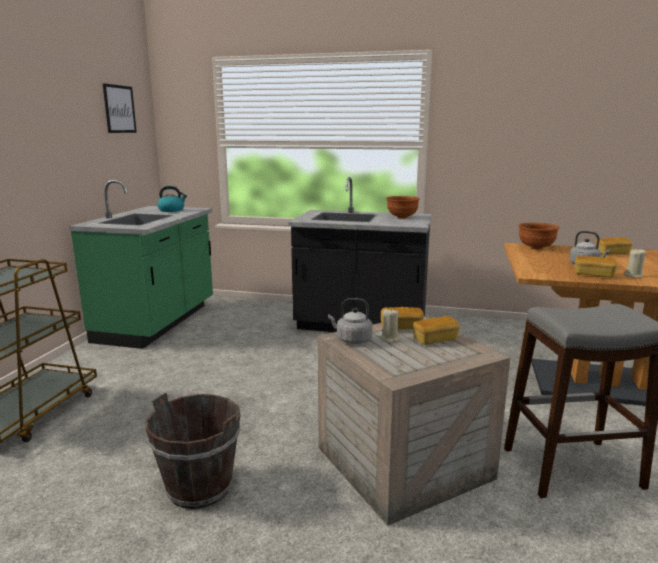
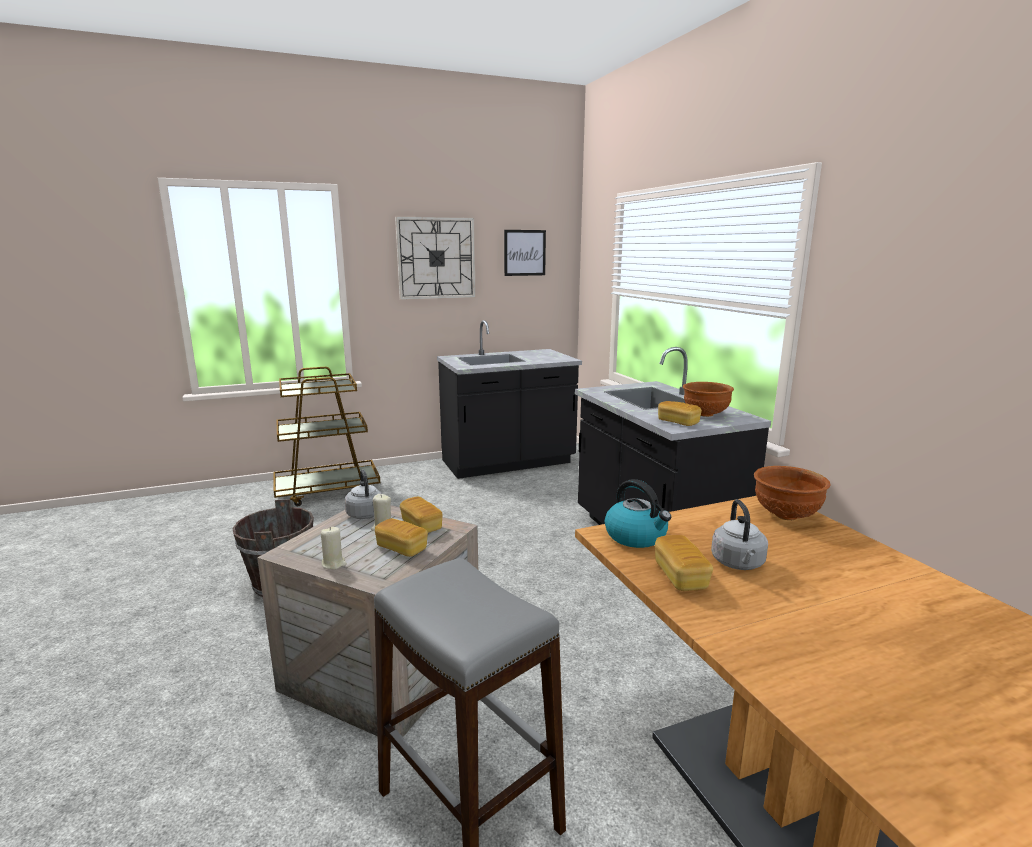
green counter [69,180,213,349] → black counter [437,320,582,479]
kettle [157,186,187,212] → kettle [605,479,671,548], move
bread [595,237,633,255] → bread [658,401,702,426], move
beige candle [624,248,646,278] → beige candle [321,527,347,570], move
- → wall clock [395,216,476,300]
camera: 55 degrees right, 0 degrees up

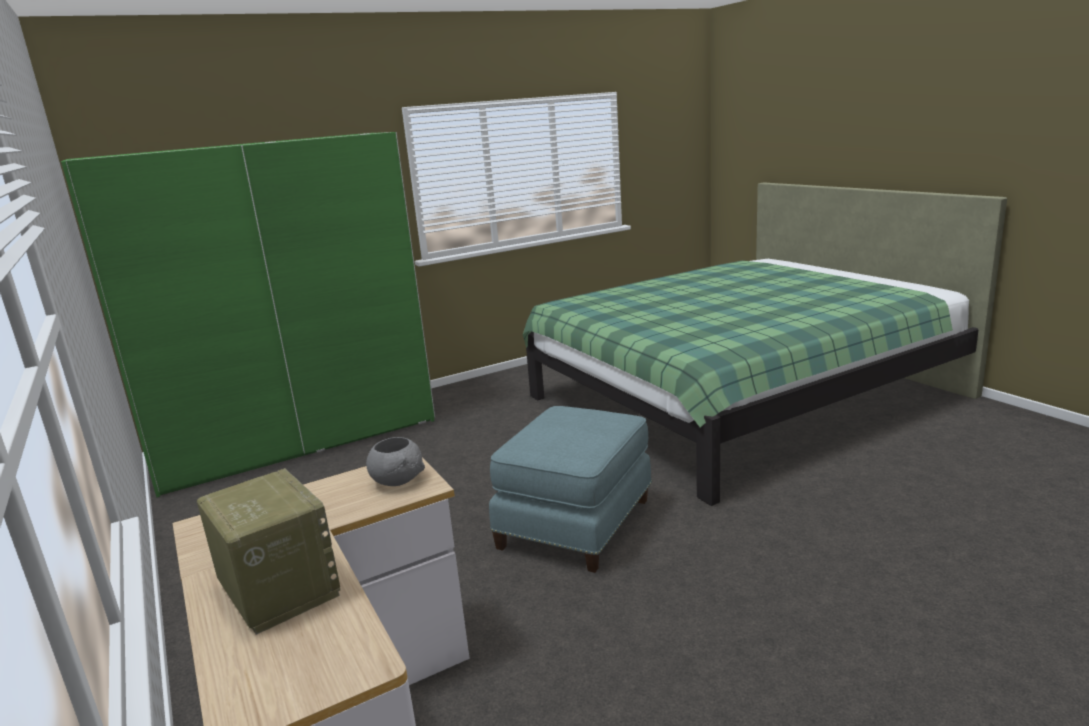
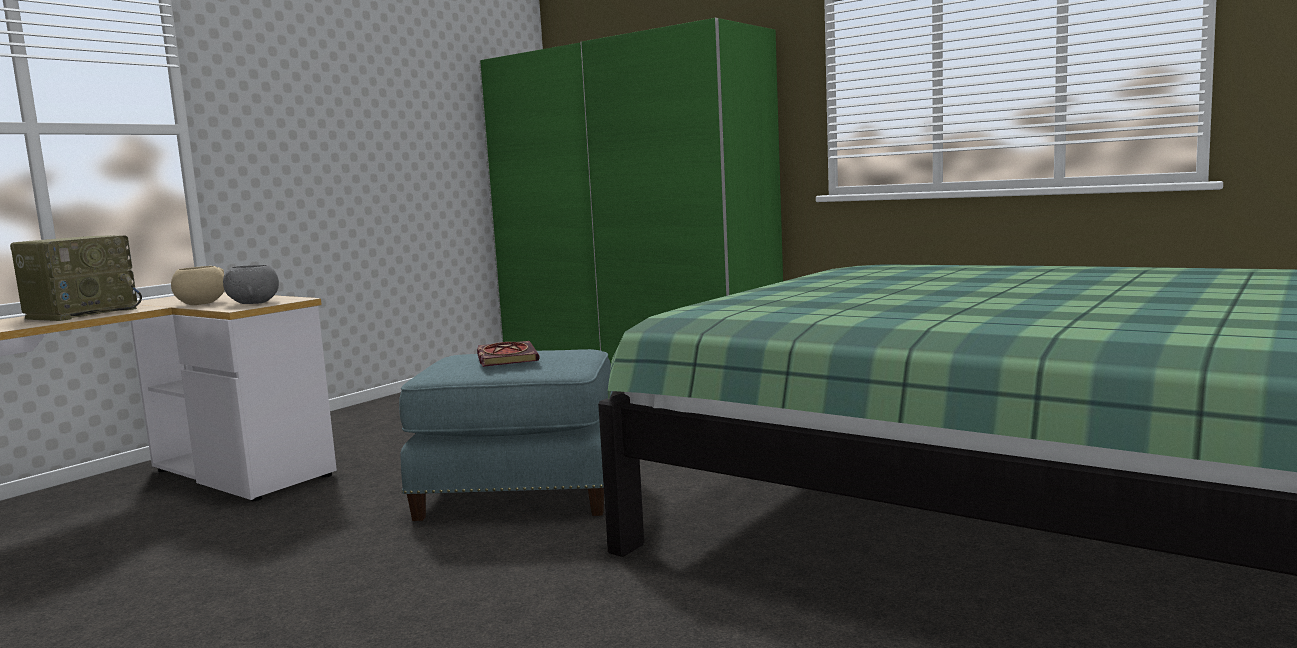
- → beige bowl [171,266,225,305]
- → book [477,341,540,367]
camera: 65 degrees right, 10 degrees down

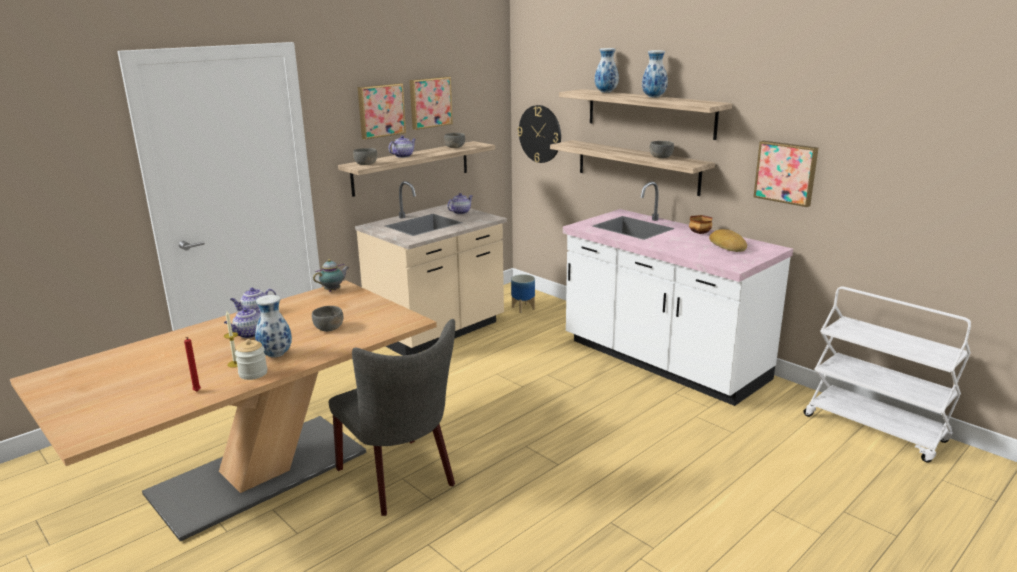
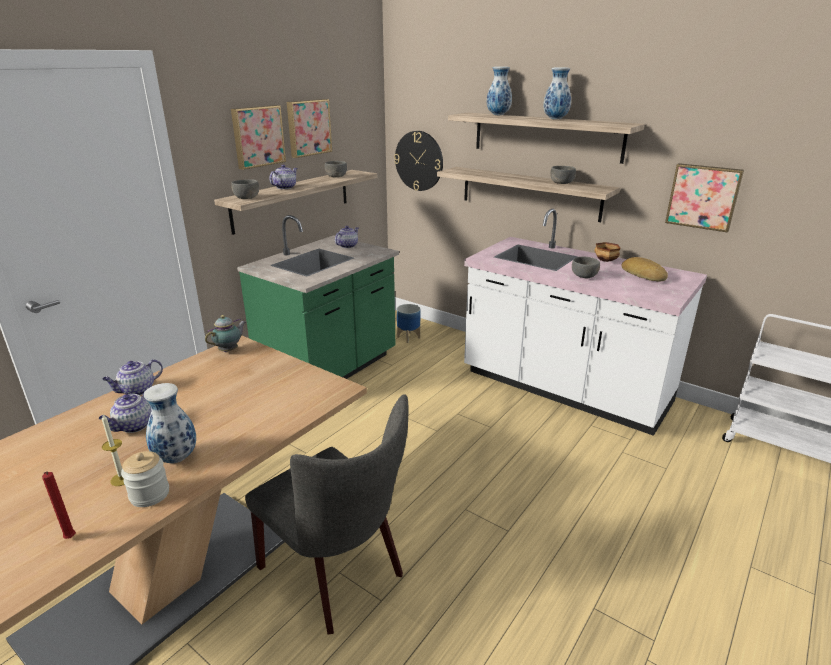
beige counter [355,181,507,356] → green counter [237,215,399,379]
grey bowl [312,306,343,332] → grey bowl [572,257,600,278], move
camera: 10 degrees left, 5 degrees up

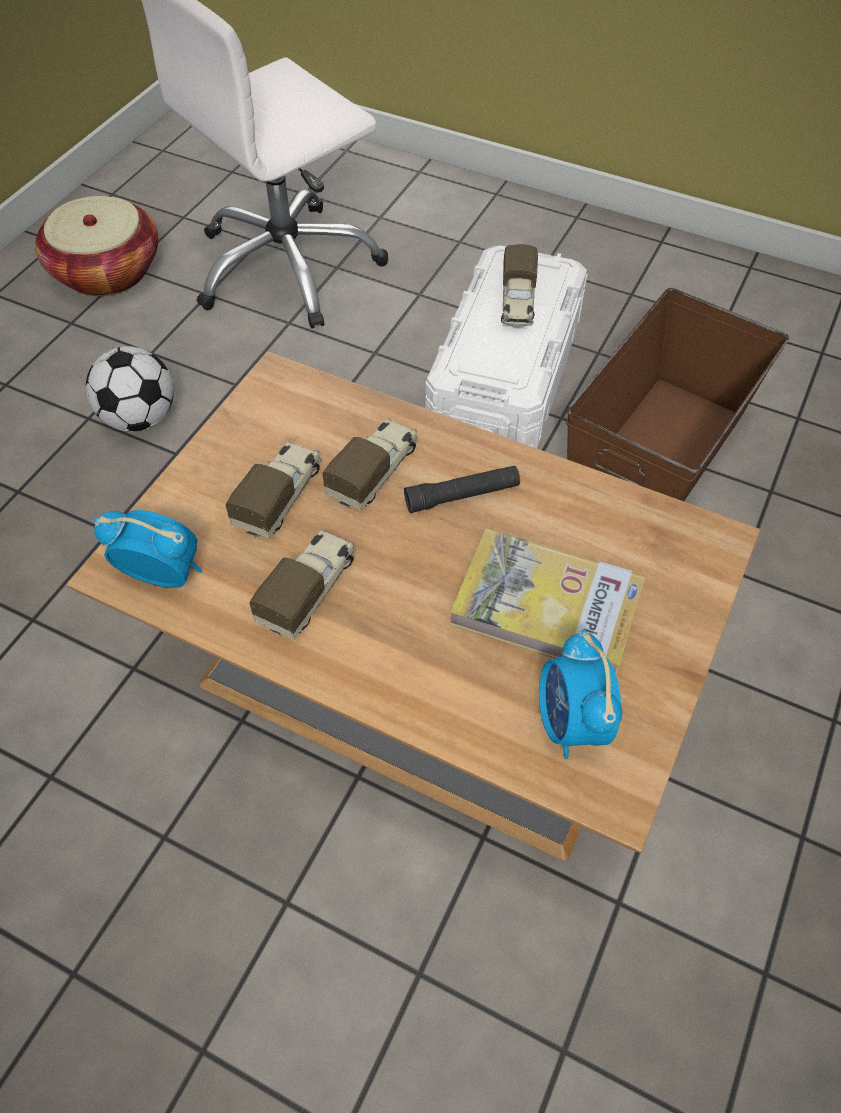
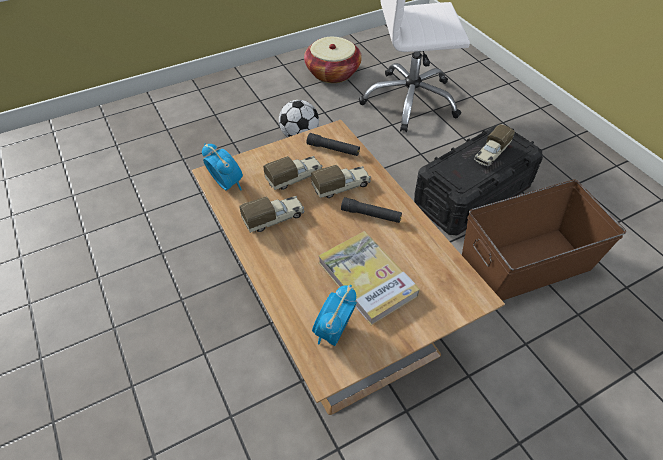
white storage box [425,246,587,449] → black storage box [414,125,543,236]
- → black flashlight [307,133,360,156]
camera: 35 degrees right, 5 degrees down

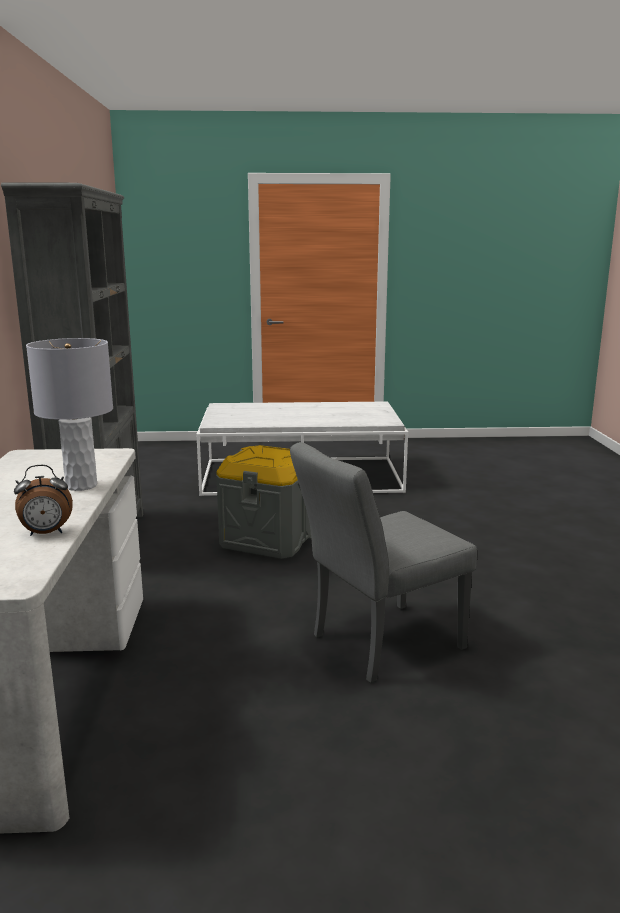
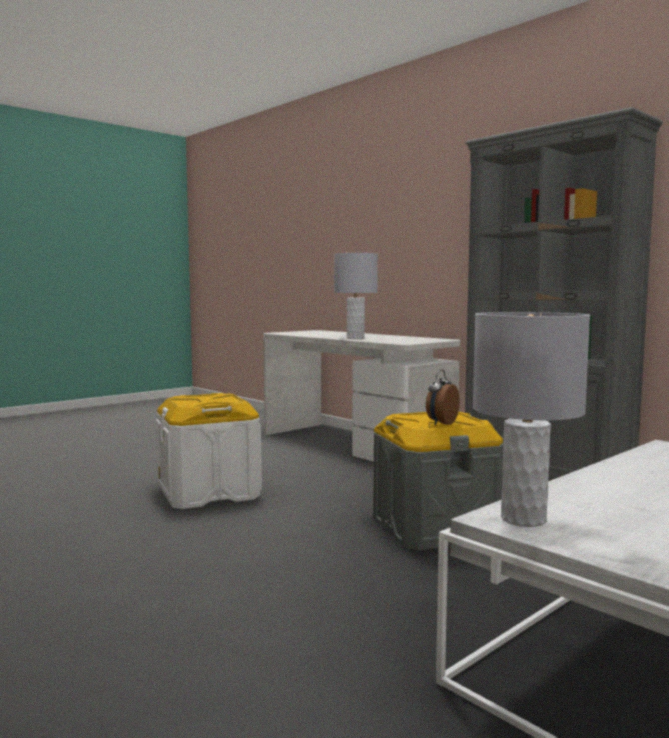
grey chair [290,442,477,683] → white storage box [156,393,262,509]
alarm clock [14,465,73,536] → alarm clock [426,370,460,425], move
- → grey table lamp [473,312,590,527]
camera: 140 degrees right, 10 degrees down

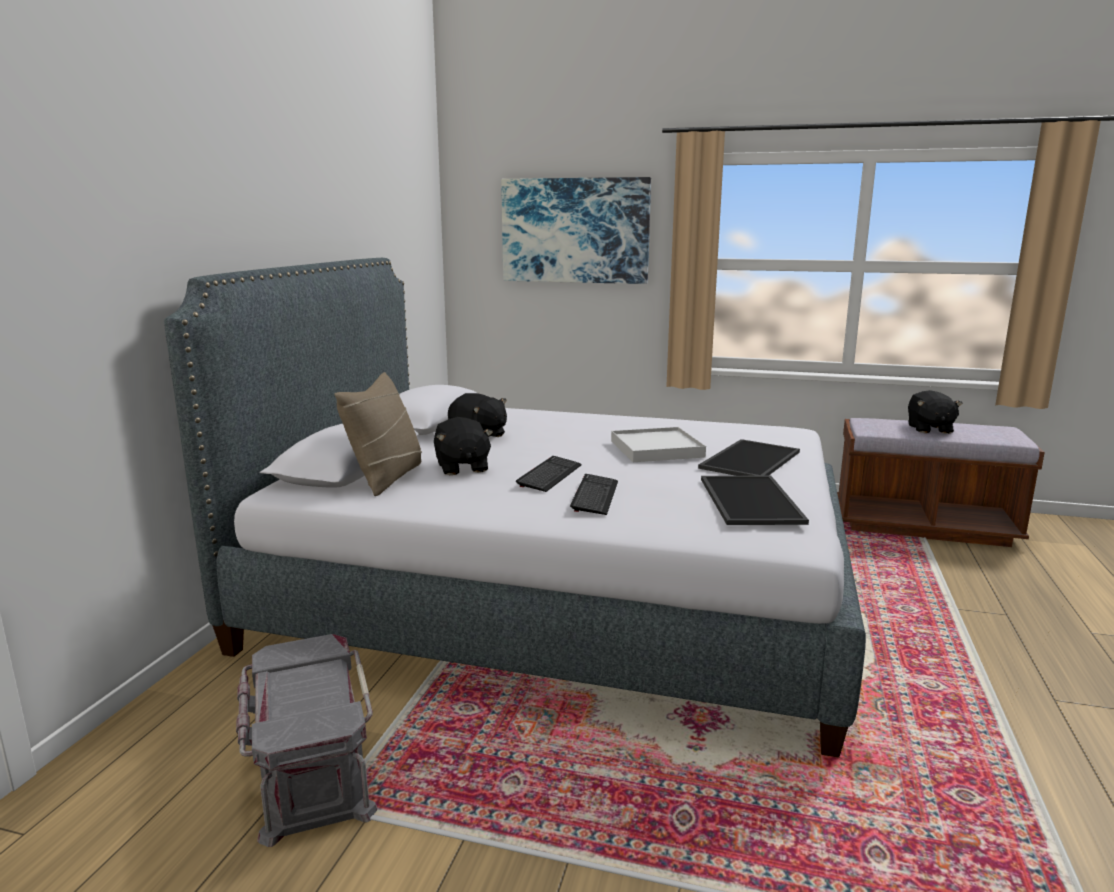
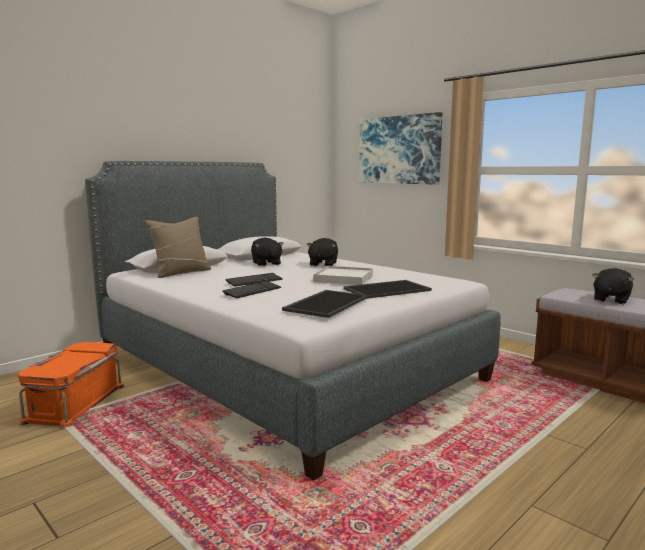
black plush toy [434,417,493,475] → black plush toy [306,238,338,267], move
grey storage box [236,634,378,847] → orange storage box [18,342,125,429]
camera: 30 degrees right, 5 degrees down

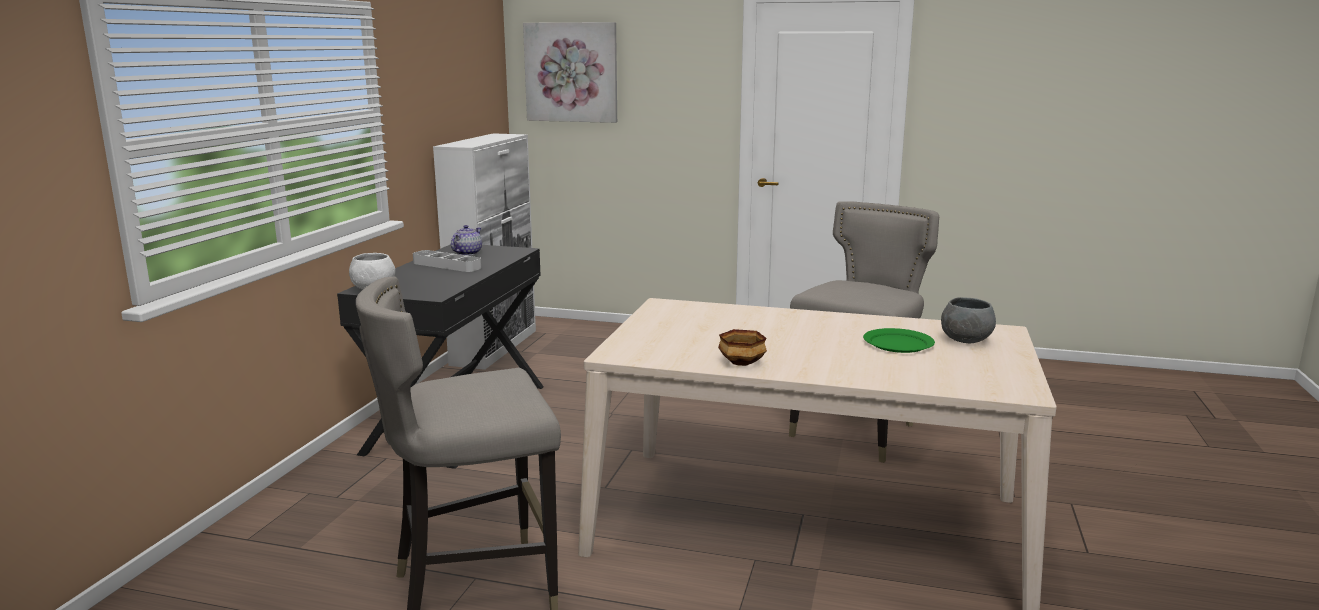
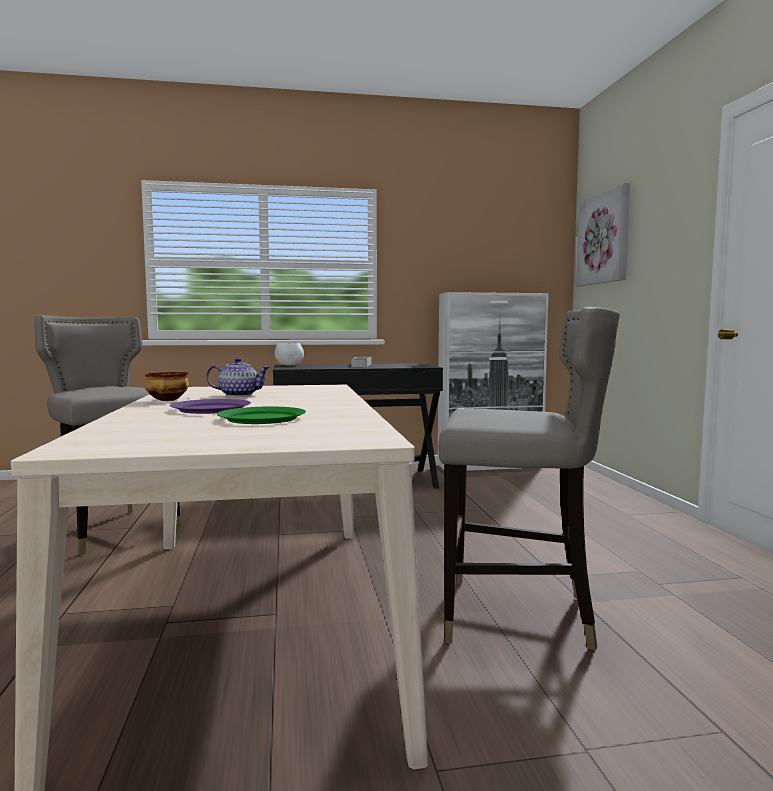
teapot [451,225,482,256] → teapot [206,358,270,397], move
grey bowl [941,297,996,343] → -
- → purple plate [170,399,251,414]
camera: 65 degrees right, 10 degrees down

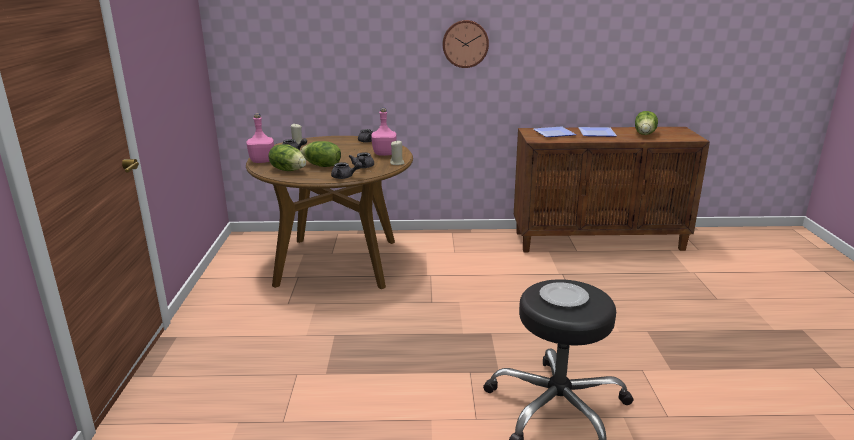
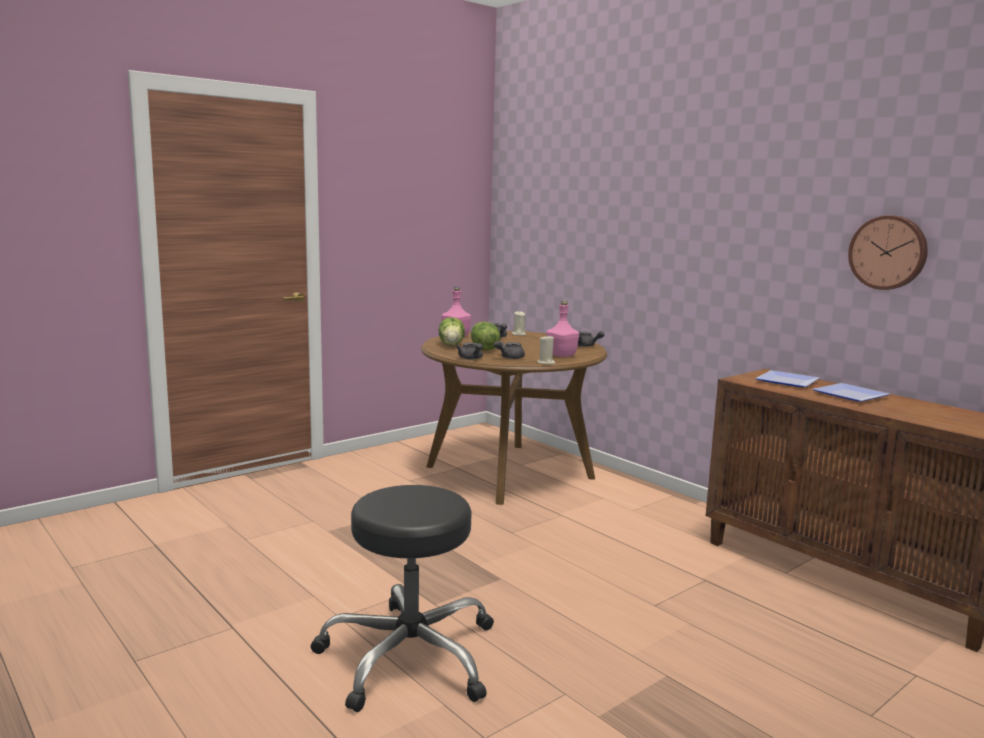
wall clock [442,20,489,68] → wall clock [848,215,928,290], move
lettuce [635,111,658,135] → -
plate [540,282,589,307] → -
camera: 50 degrees right, 10 degrees down

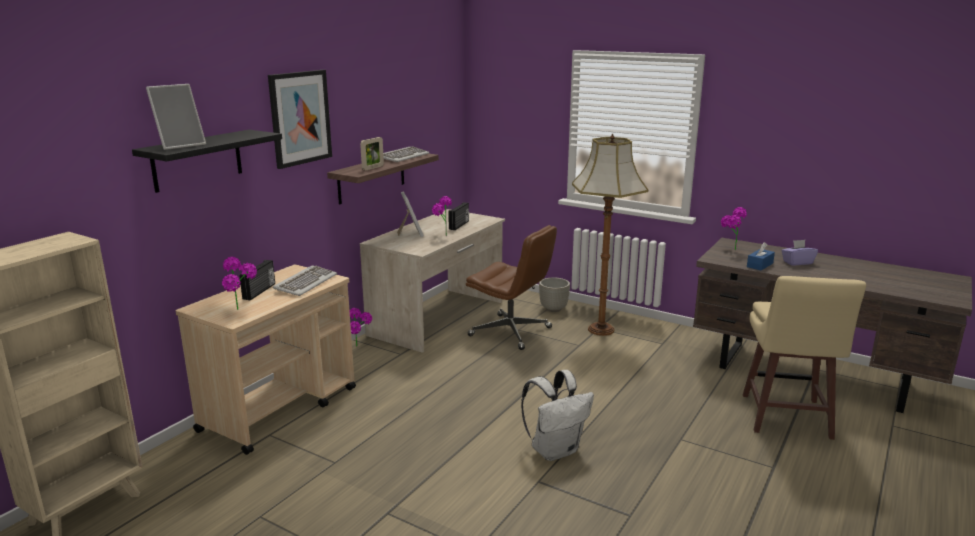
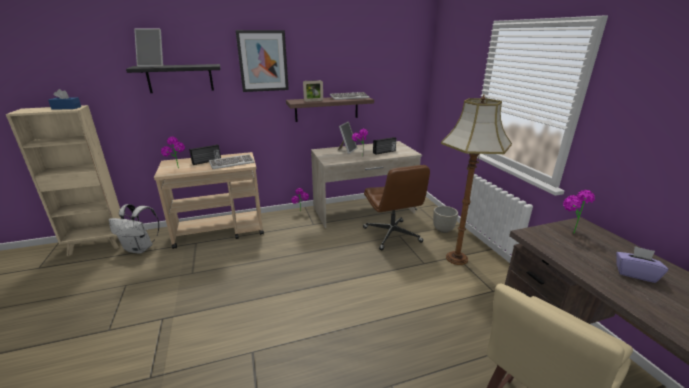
blue tissue box [747,242,775,270] → blue tissue box [48,89,81,110], move
white backpack [521,370,594,461] → white backpack [109,204,159,254], move
camera: 40 degrees right, 5 degrees up

